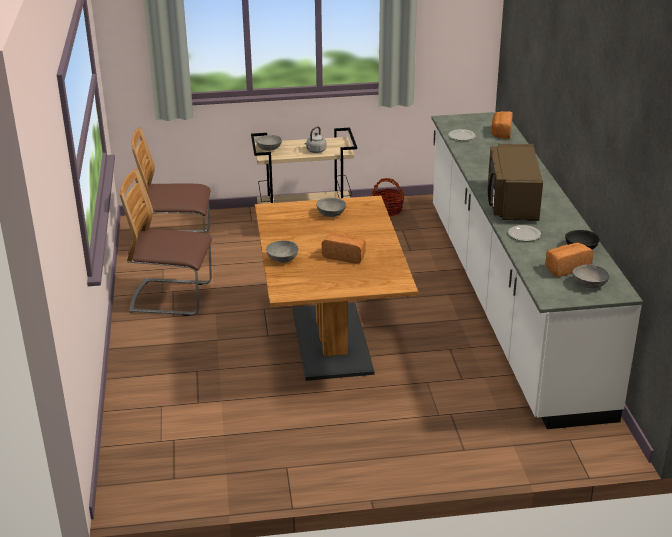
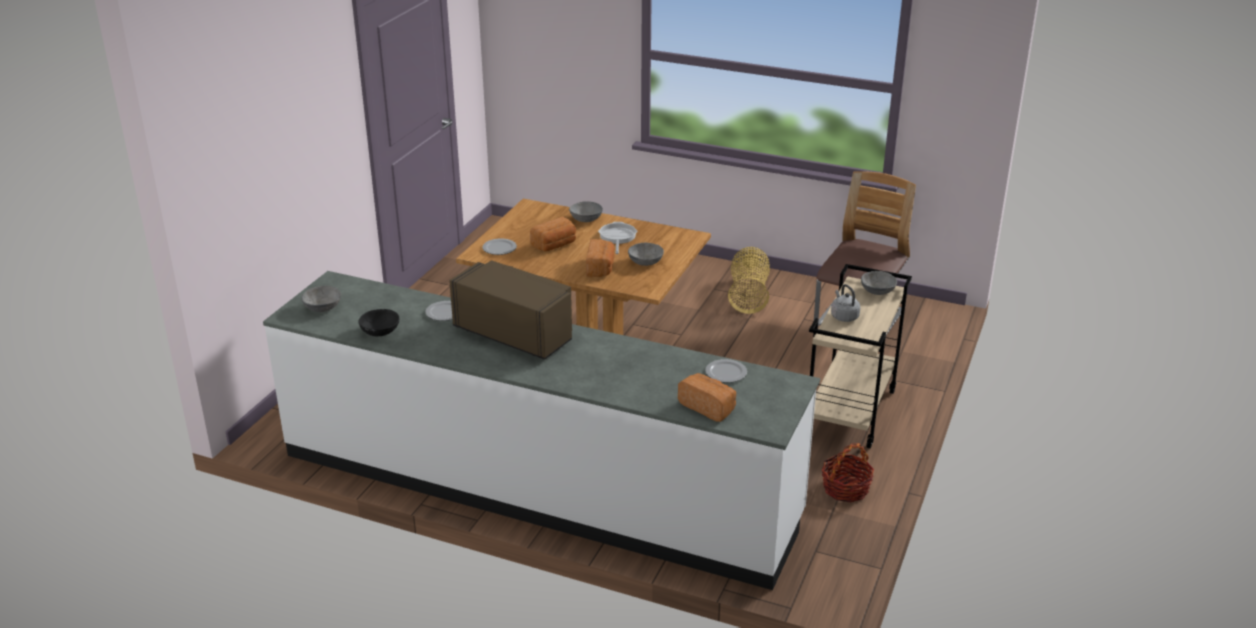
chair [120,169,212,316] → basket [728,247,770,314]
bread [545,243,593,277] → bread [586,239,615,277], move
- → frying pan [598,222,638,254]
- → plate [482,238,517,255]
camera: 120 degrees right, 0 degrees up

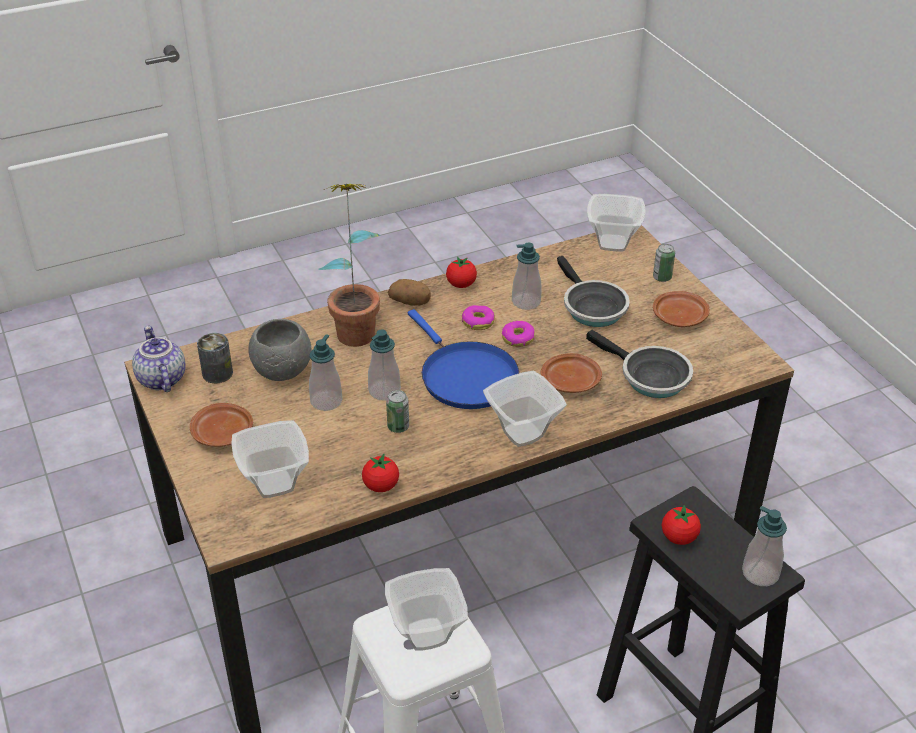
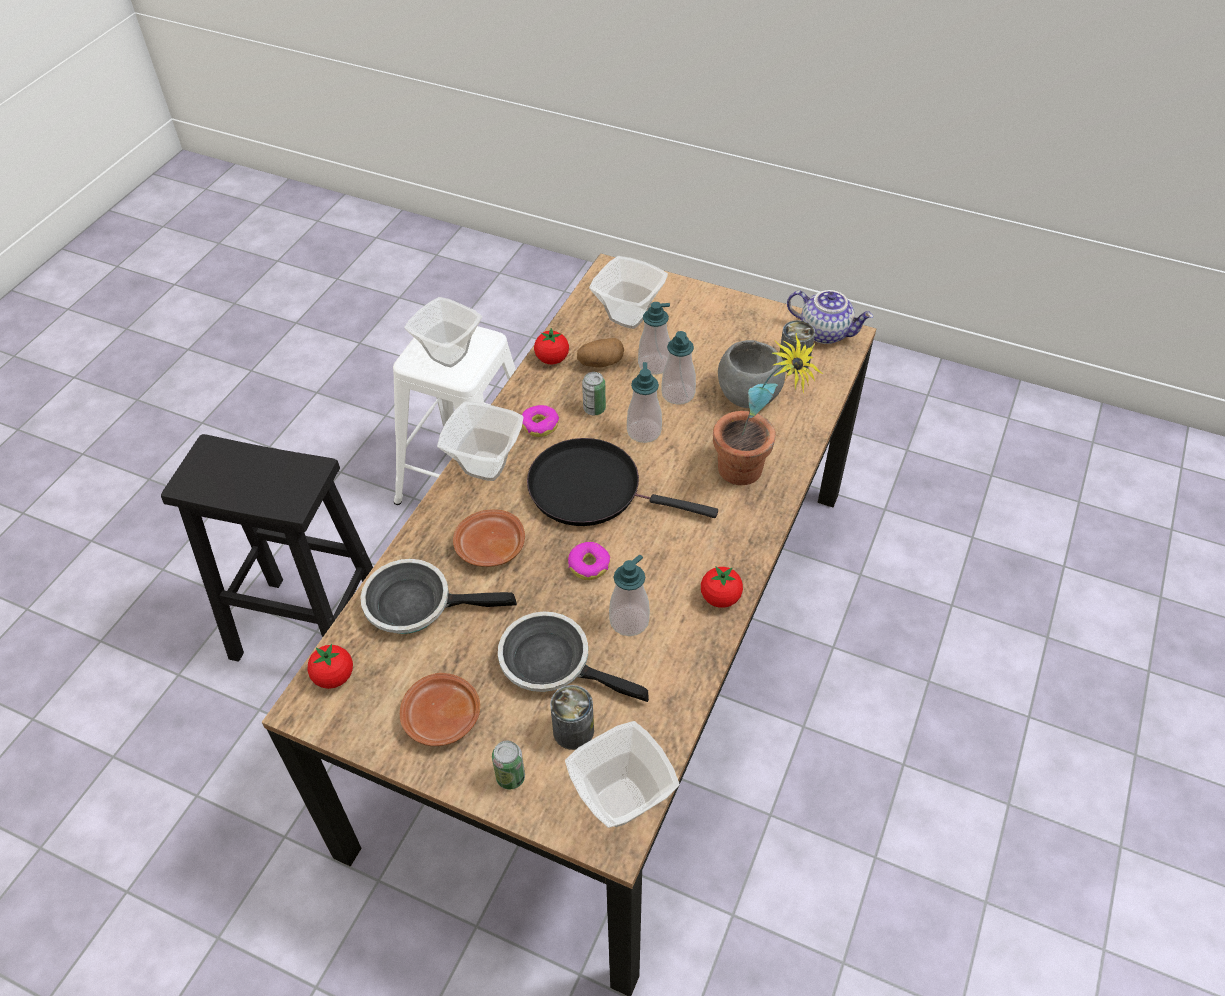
potato [388,279,431,305] → potato [577,338,624,367], move
donut [462,305,495,330] → donut [522,405,559,437], move
blue frying pan [408,309,519,409] → black frying pan [527,438,718,526]
brown plate [190,403,253,447] → -
tomato [662,505,701,545] → tomato [307,644,353,689], move
soap dispenser [742,506,787,586] → soap dispenser [638,302,670,375], move
- → can [550,685,594,750]
camera: 140 degrees right, 10 degrees up

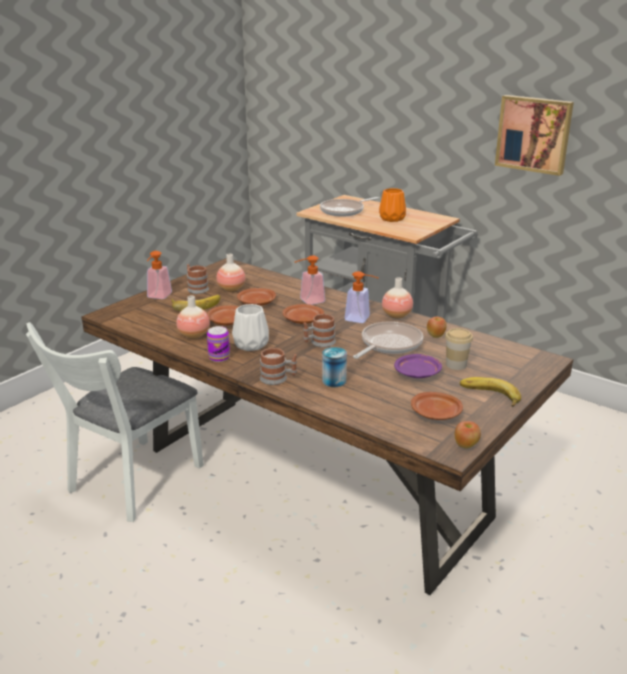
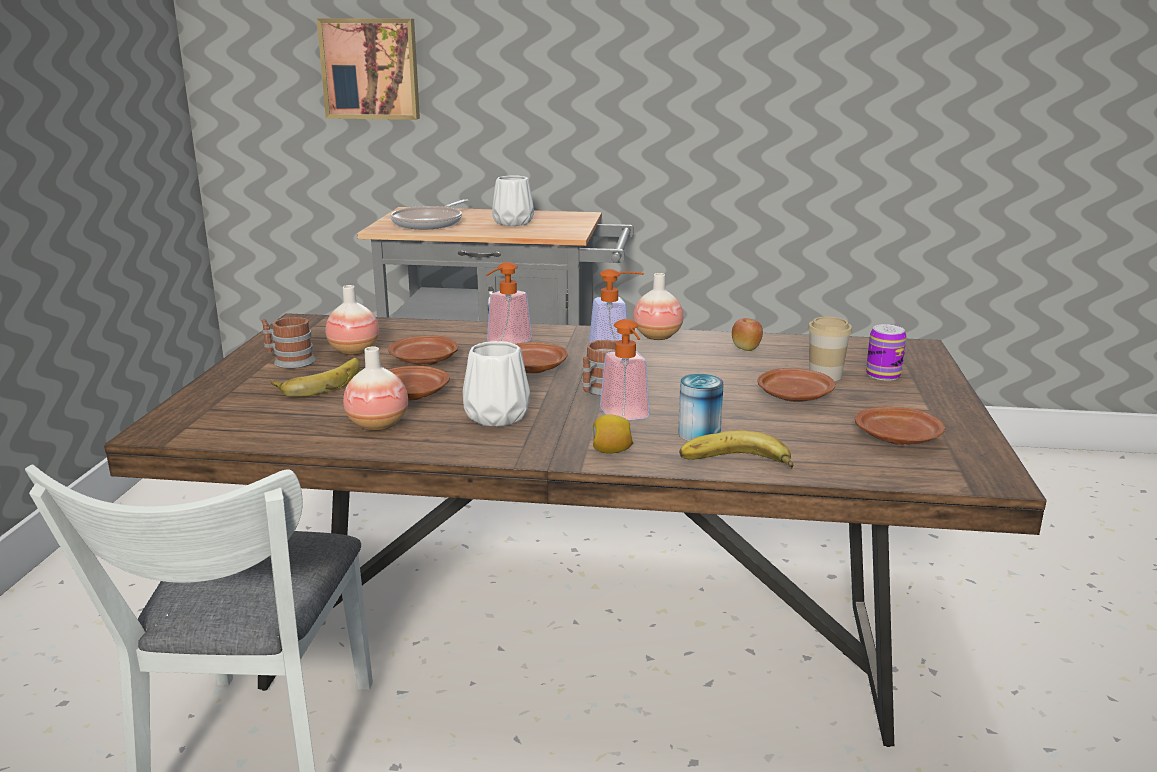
picture [495,95,574,176] → picture [317,18,420,120], move
orange vase [379,188,406,222] → white vase [492,175,534,226]
soap dispenser [147,251,172,299] → soap dispenser [600,319,650,420], move
frying pan [353,321,423,359] → -
can [207,326,230,362] → can [866,324,907,381], move
mug [260,348,297,385] → lemon [593,414,633,454]
purple plate [394,354,442,378] → brown plate [757,368,835,402]
banana [460,377,521,407] → banana [679,430,793,469], move
apple [455,421,481,449] → -
camera: 30 degrees left, 5 degrees down

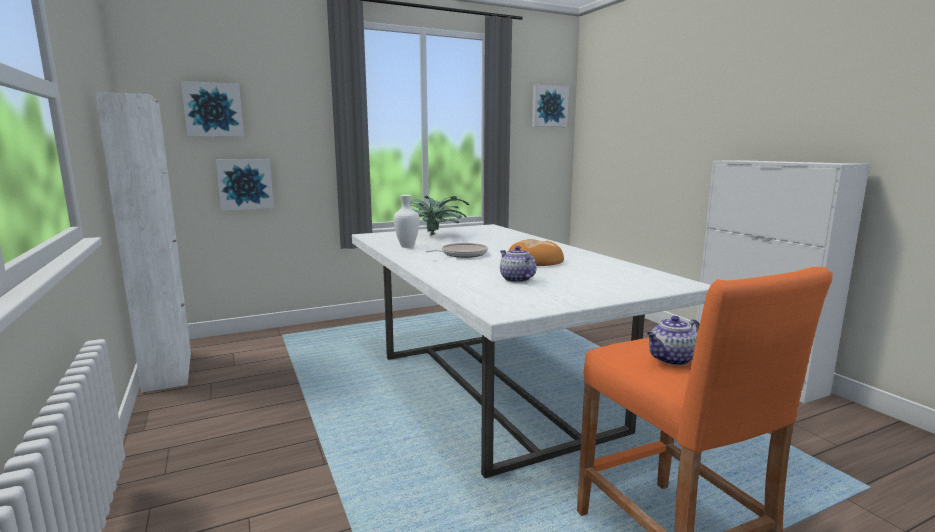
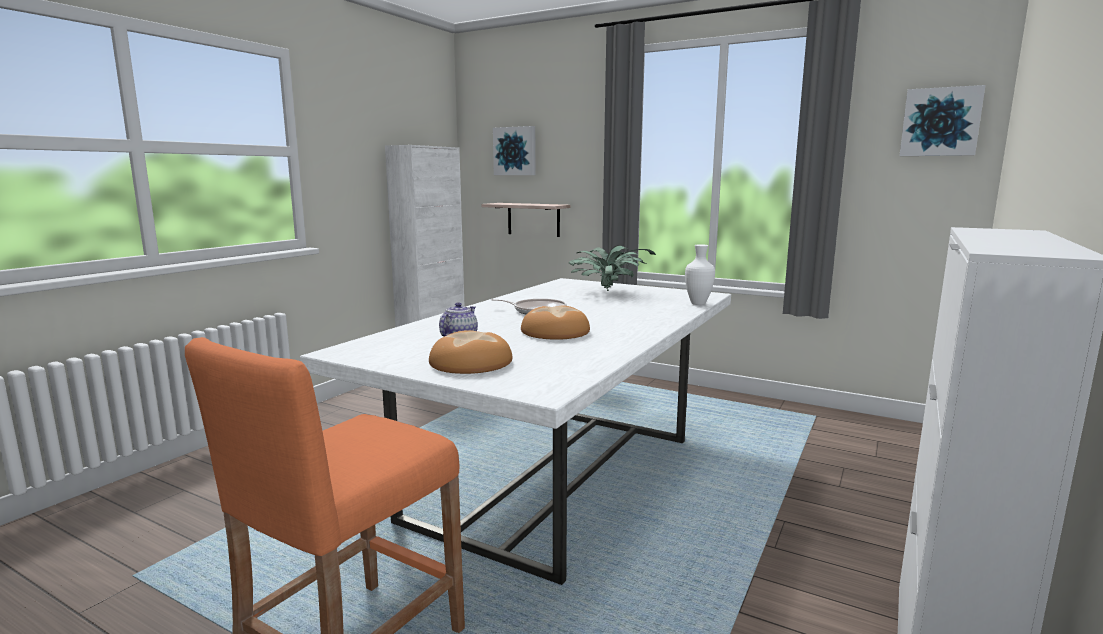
picture [216,159,274,211] → shelf [481,203,571,237]
white vase [394,195,420,248] → white vase [685,244,715,305], move
teapot [647,316,700,366] → -
- → bread [429,330,512,374]
camera: 55 degrees right, 0 degrees up

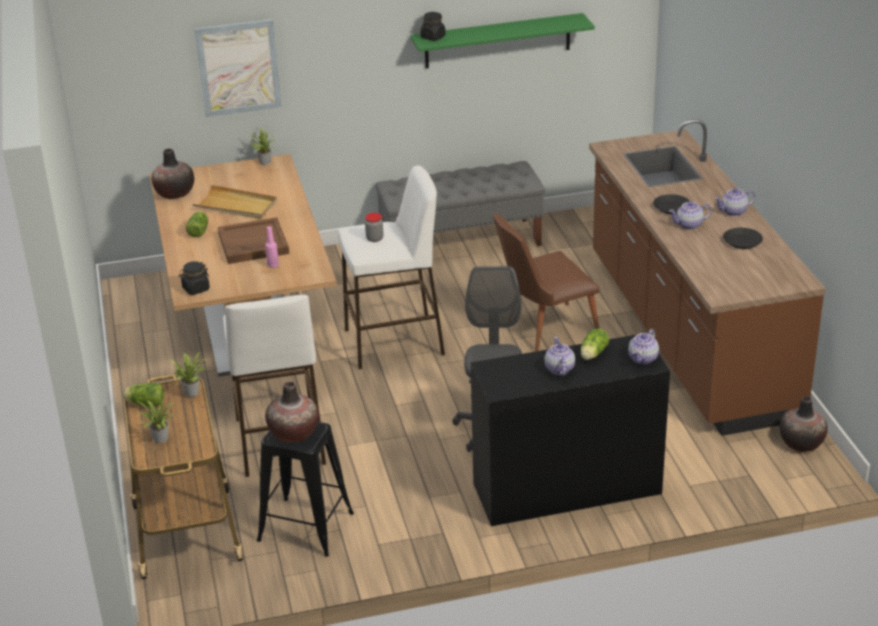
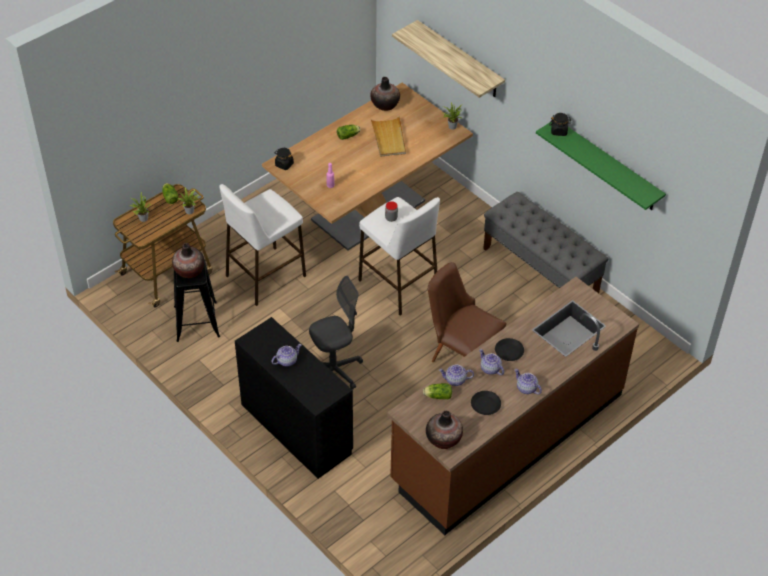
picture [195,19,282,117] → shelf [392,20,505,98]
brown tray [218,217,289,264] → -
lettuce [581,329,609,360] → lettuce [423,383,452,399], move
teapot [628,329,659,364] → teapot [439,365,474,386], move
vase [780,396,828,452] → vase [426,411,463,449], move
camera: 60 degrees right, 15 degrees up

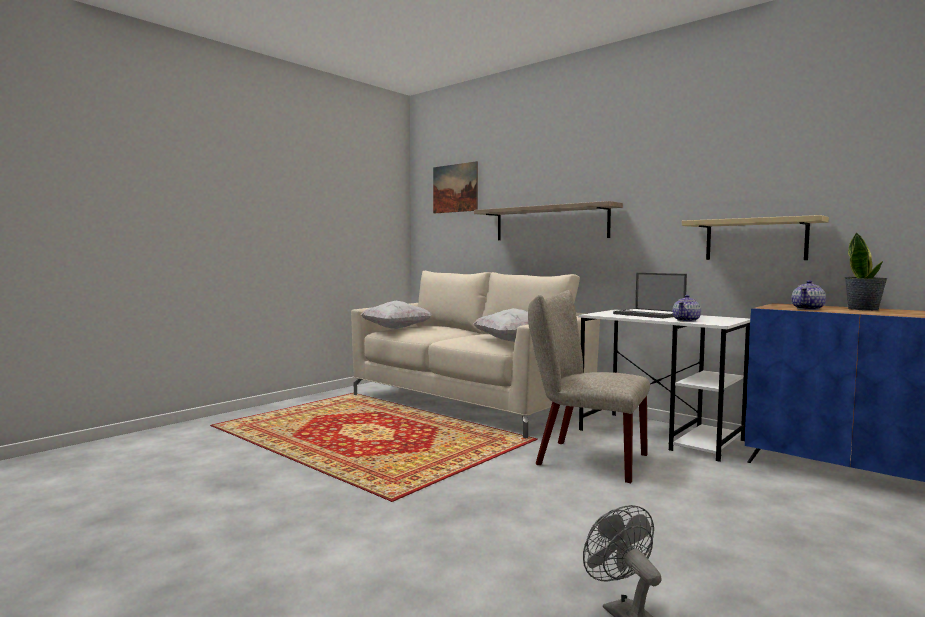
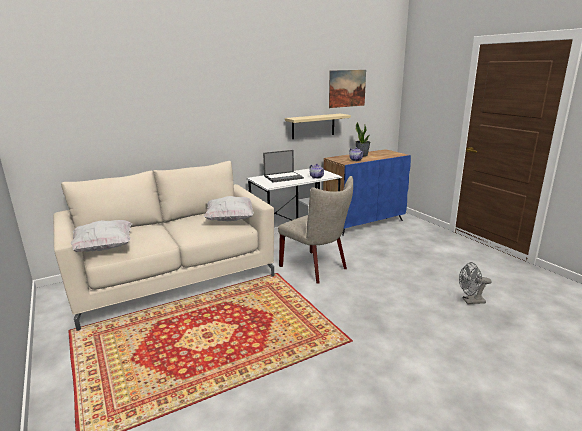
picture [433,161,478,214] → picture [329,70,366,108], move
shelf [474,201,623,240] → -
beige chair [528,290,650,483] → beige chair [278,176,353,284], 90 degrees counterclockwise
camera: 70 degrees left, 15 degrees up

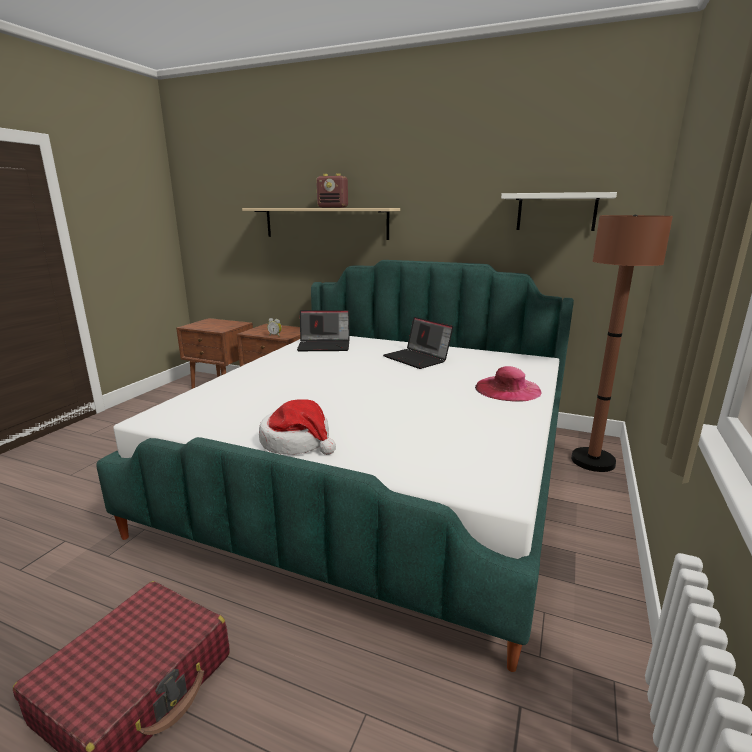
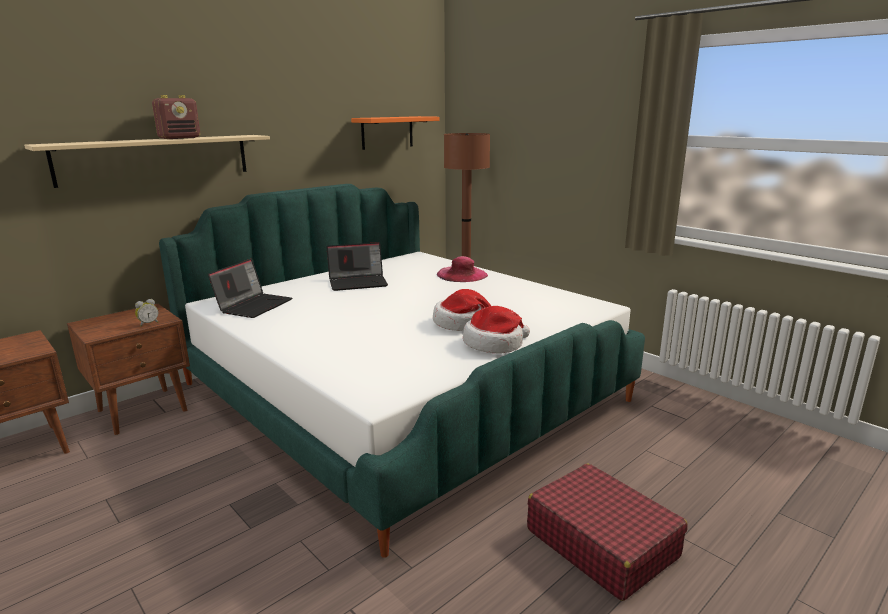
white shelf [501,192,617,231] → orange shelf [351,116,440,150]
- → hat [433,289,491,331]
camera: 65 degrees left, 0 degrees up

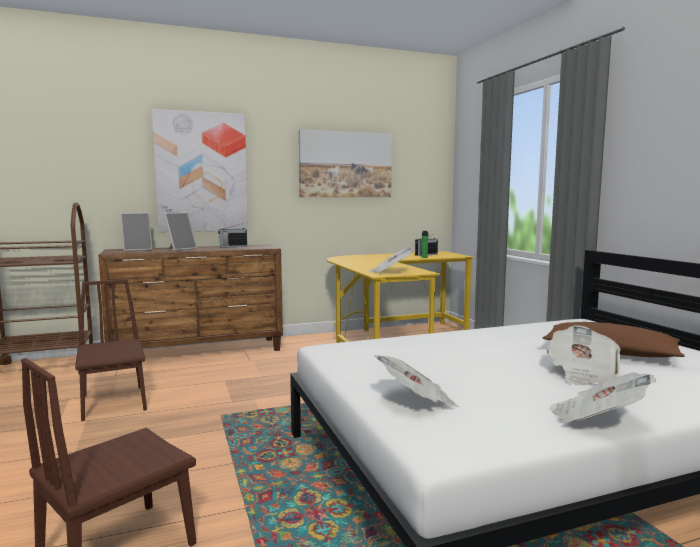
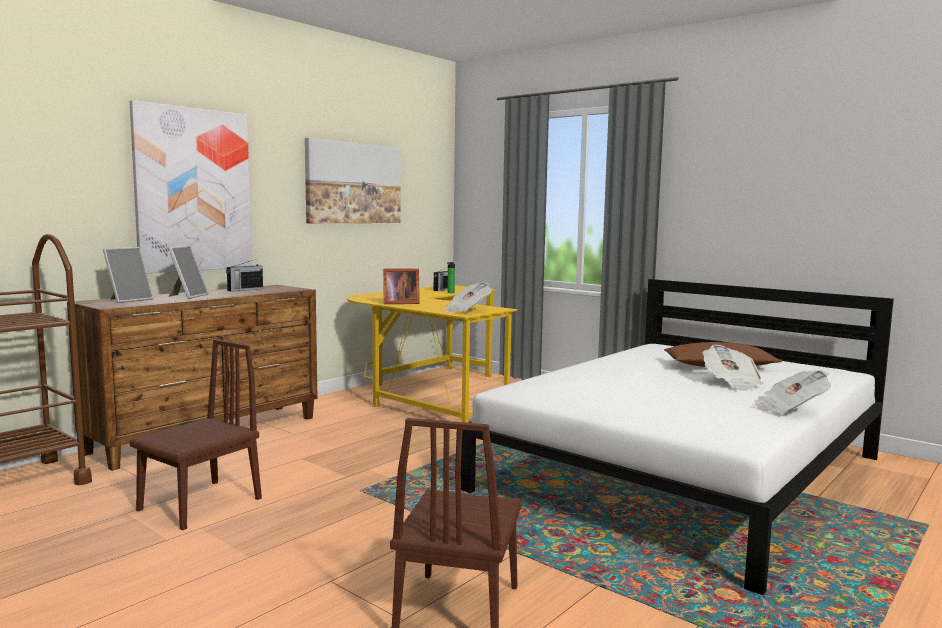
brown chair [75,279,147,421] → brown chair [130,339,262,531], 90 degrees clockwise
newspaper [374,355,460,407] → -
- → picture frame [383,269,420,304]
camera: 30 degrees left, 0 degrees up

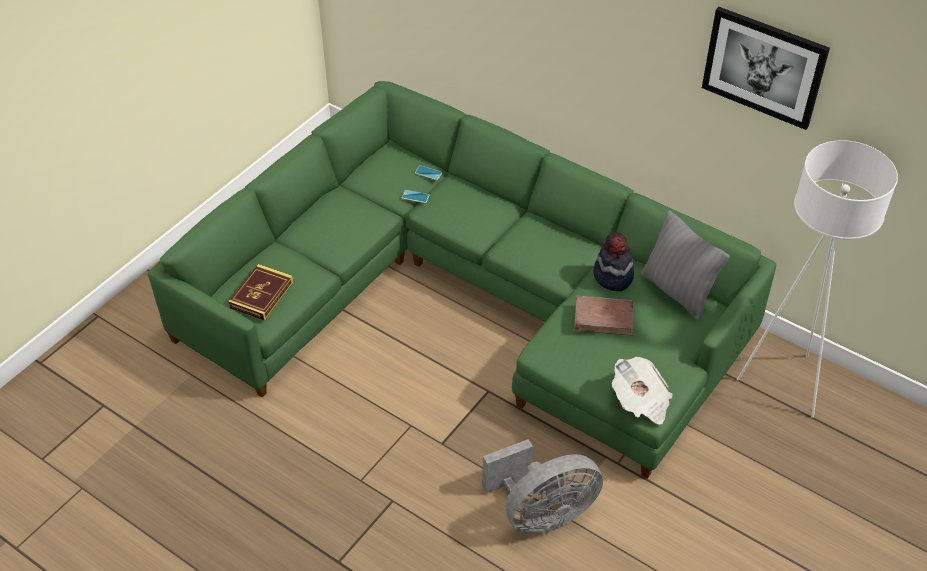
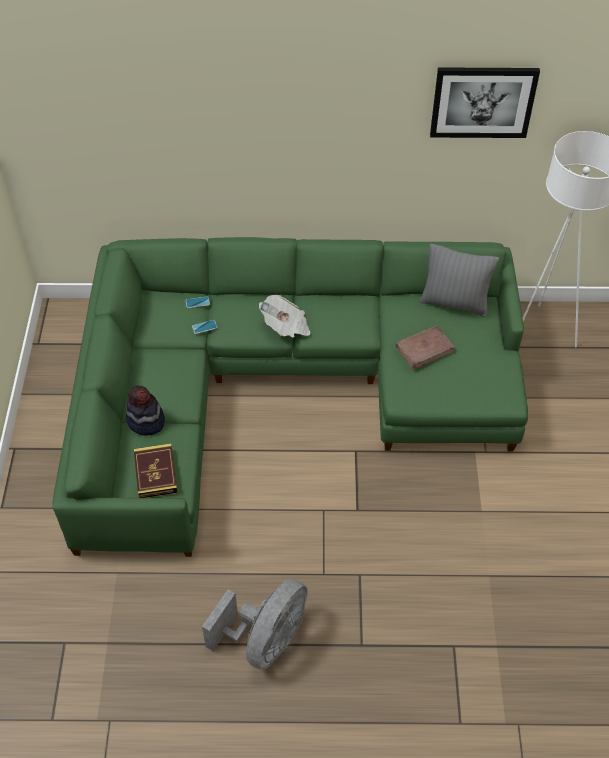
hat [593,232,634,291] → hat [126,385,165,435], move
newspaper [612,357,673,425] → newspaper [259,295,311,337], move
grey fan [482,439,603,534] → grey fan [202,579,308,670], move
camera: 35 degrees left, 5 degrees up

